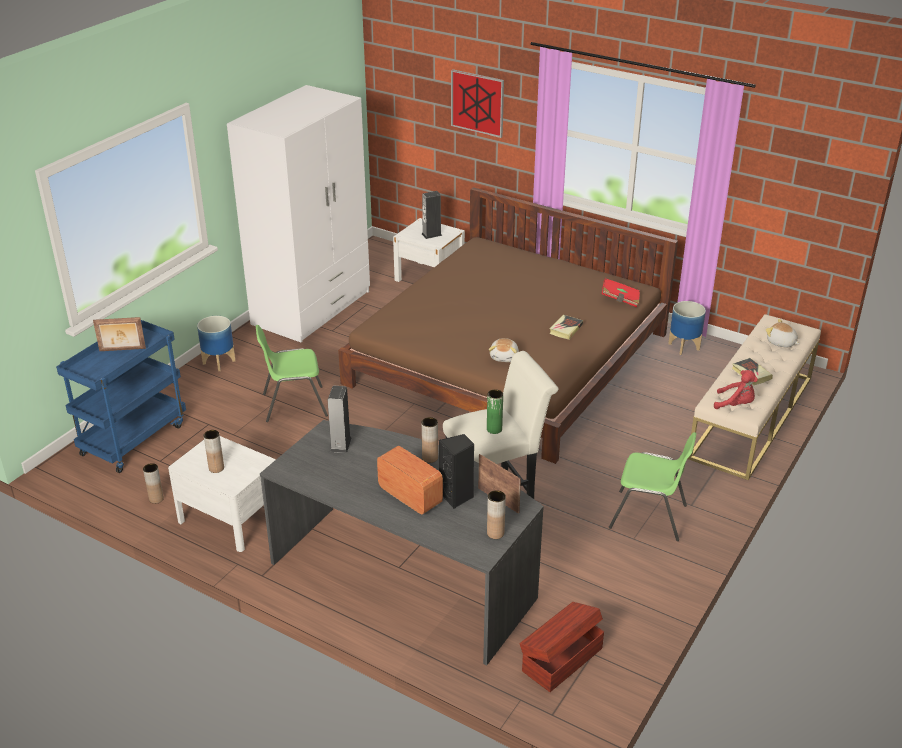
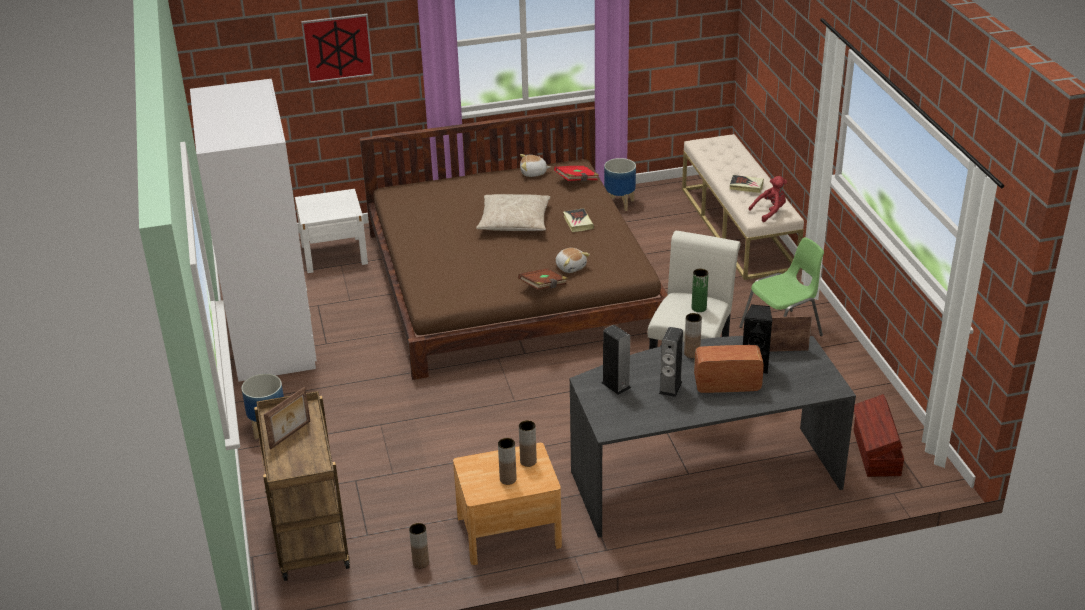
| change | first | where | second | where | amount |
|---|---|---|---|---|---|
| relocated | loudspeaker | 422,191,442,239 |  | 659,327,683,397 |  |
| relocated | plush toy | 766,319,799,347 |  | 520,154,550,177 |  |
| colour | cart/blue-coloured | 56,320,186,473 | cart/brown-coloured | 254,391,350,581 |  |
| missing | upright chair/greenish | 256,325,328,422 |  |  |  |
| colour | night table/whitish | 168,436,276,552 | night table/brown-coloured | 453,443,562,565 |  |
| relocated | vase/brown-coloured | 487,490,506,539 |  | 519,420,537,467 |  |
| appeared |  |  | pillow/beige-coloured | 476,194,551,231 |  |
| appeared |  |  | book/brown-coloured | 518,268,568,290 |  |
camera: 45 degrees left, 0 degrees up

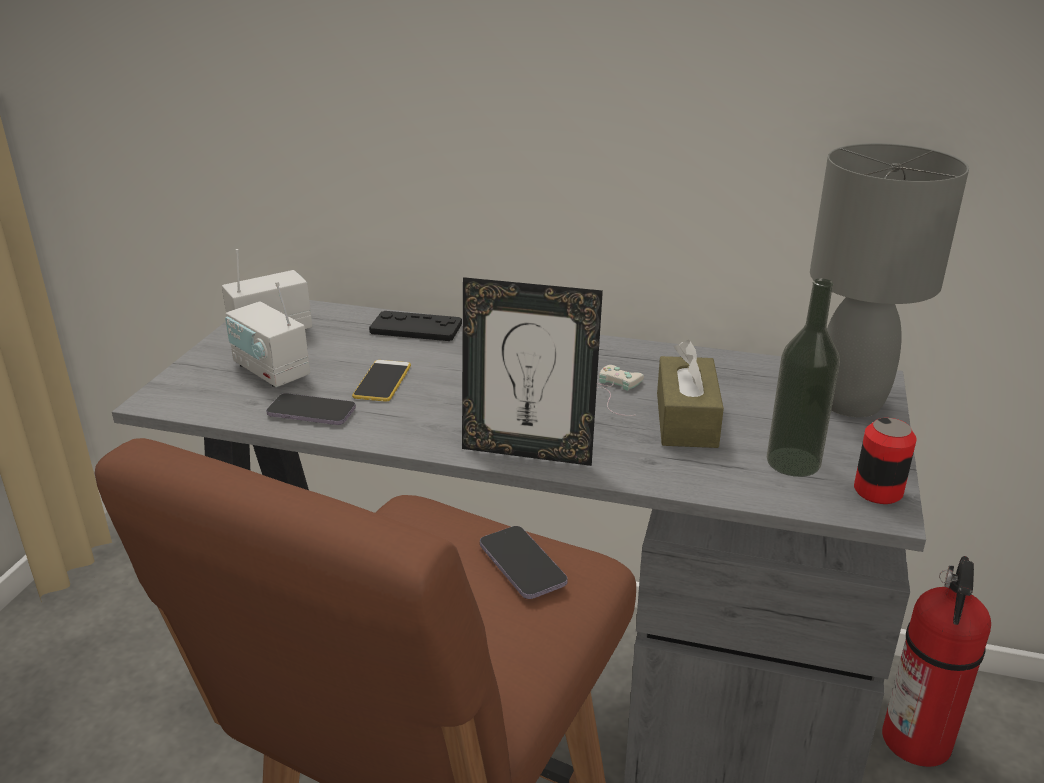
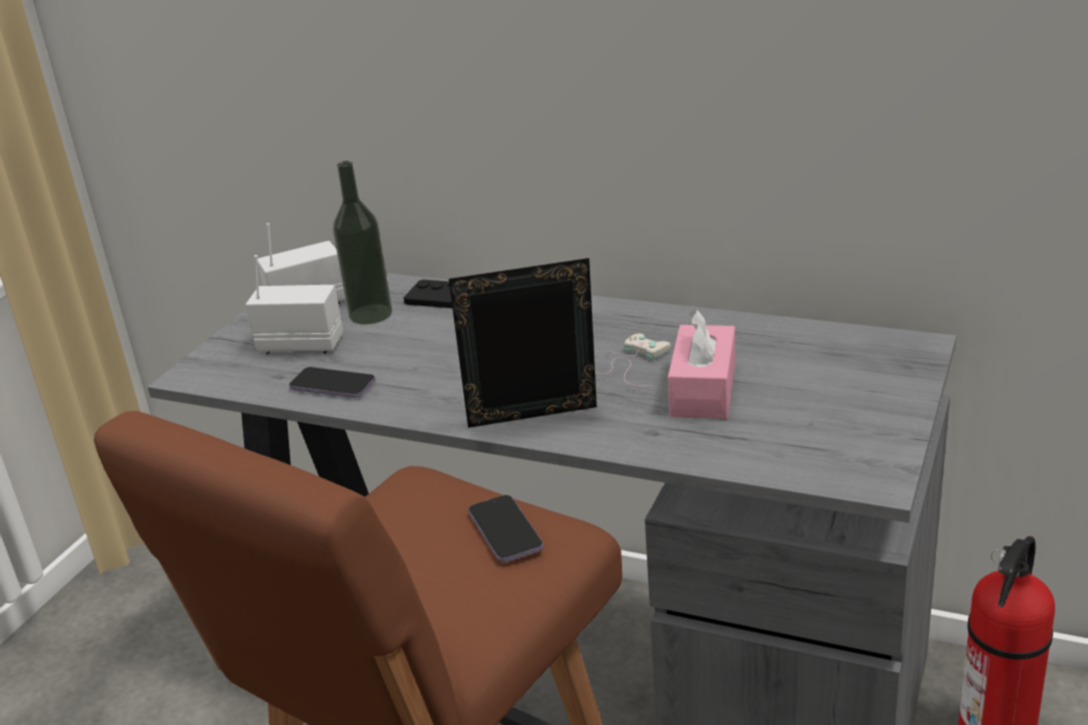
| change | first | where | second | where | amount |
|---|---|---|---|---|---|
| missing | lamp for a table/gray | 810,143,969,417 |  |  |  |
| spun | photo frame | 462,277,603,466 |  | 449,258,597,428 | 150 degrees clockwise |
| relocated | bottle | 767,278,840,477 |  | 333,161,392,324 |  |
| spun | radio | 225,282,310,387 |  | 246,255,343,354 | 135 degrees clockwise |
| colour | box of tissues/brown-coloured | 657,340,724,448 | box of tissues/pink | 668,309,735,419 |  |
| missing | telephone | 352,360,411,402 |  |  |  |
| missing | metal can | 854,418,917,504 |  |  |  |
camera: 10 degrees right, 0 degrees up

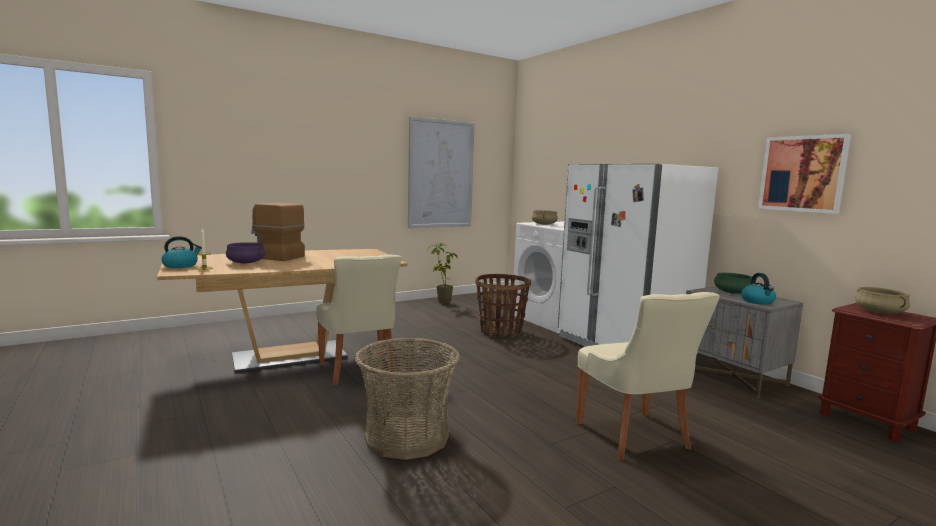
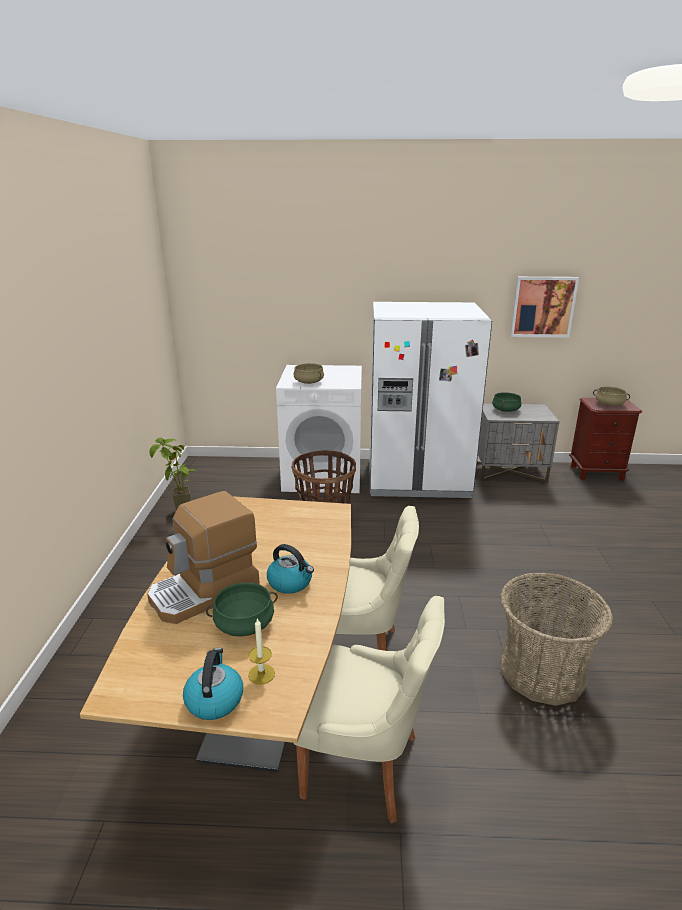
| change | first | where | second | where | amount |
|---|---|---|---|---|---|
| missing | wall picture | 408,116,475,228 |  |  |  |
| colour | saucepot/purple | 226,242,265,263 | saucepot/greenish | 206,582,278,637 |  |
| relocated | tea kettle | 741,273,776,305 |  | 267,544,314,594 |  |
| relocated | upright chair/beige-coloured | 576,292,720,460 |  | 294,596,445,824 |  |
camera: 55 degrees left, 15 degrees up

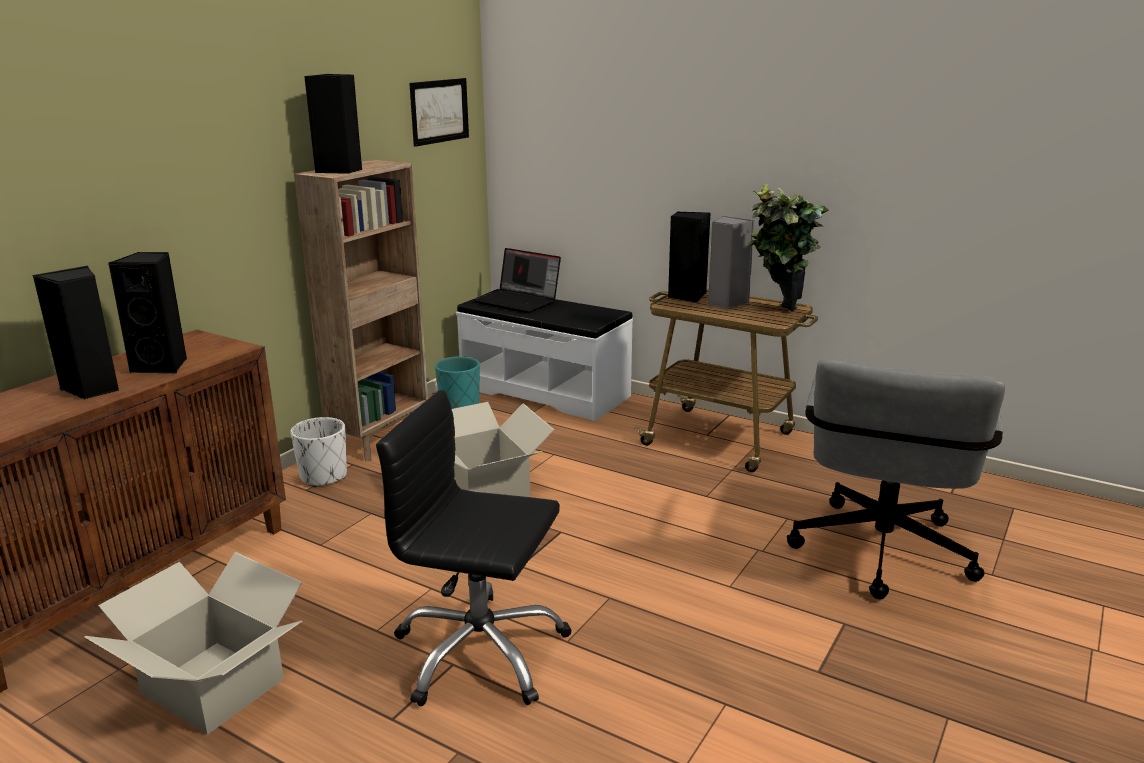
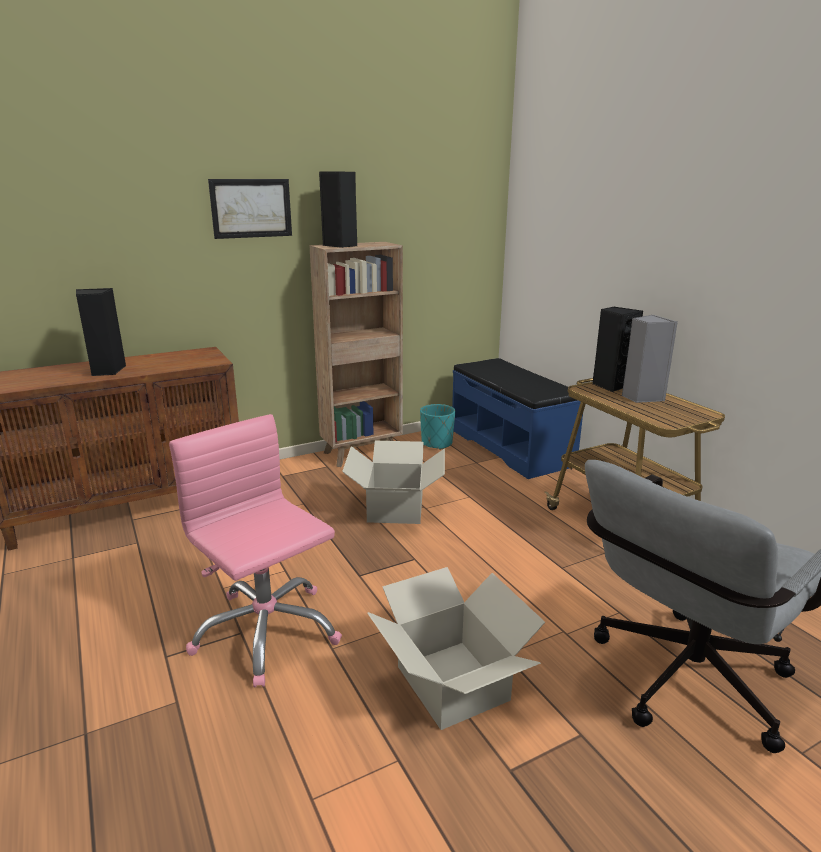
| change | first | where | second | where | amount |
|---|---|---|---|---|---|
| relocated | wall picture | 409,78,469,147 |  | 208,179,292,239 |  |
| missing | potted plant | 747,184,829,311 |  |  |  |
| missing | notebook computer | 474,248,561,313 |  |  |  |
| missing | loudspeaker/black-coloured | 108,252,187,374 |  |  |  |
| colour | long seat/whitish | 456,289,633,421 | long seat/blue-coloured | 452,358,583,479 |  |
| colour | desk chair/black-coloured | 376,390,572,706 | desk chair/pink | 169,414,342,687 |  |
| missing | plant pot/whitish | 290,417,347,487 |  |  |  |
| relocated | packing box | 85,552,302,735 |  | 367,567,545,730 |  |
camera: 30 degrees right, 0 degrees up

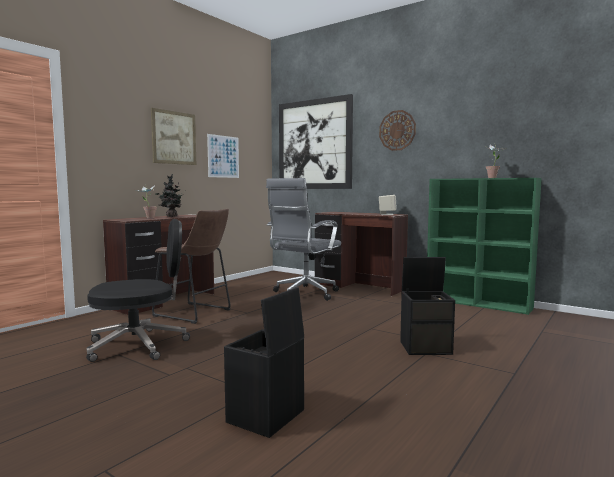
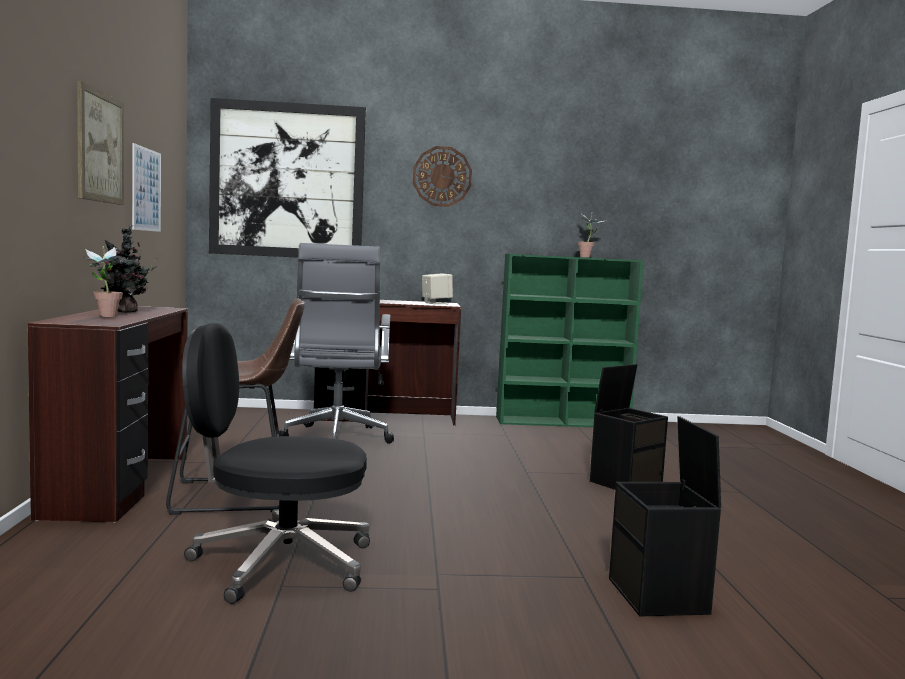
| change | first | where | second | where | amount |
|---|---|---|---|---|---|
| spun | desk chair/black-coloured | 86,219,190,362 |  | 182,323,370,604 | 120 degrees counterclockwise |
camera: 40 degrees left, 0 degrees up

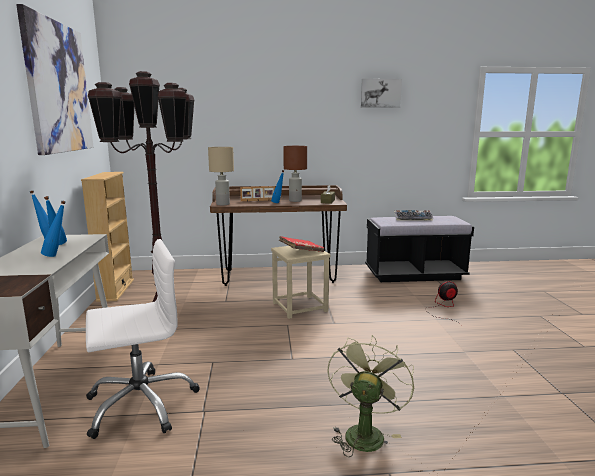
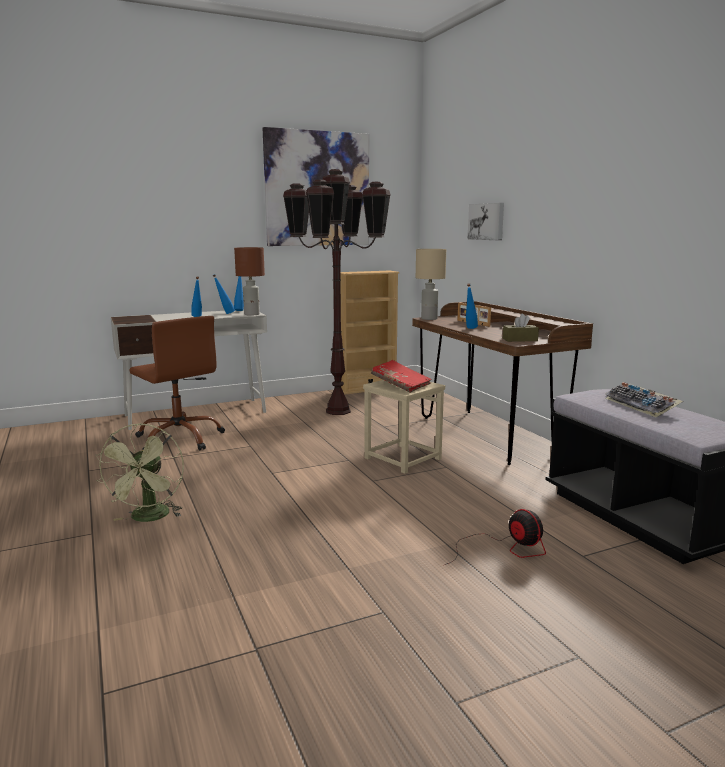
| change | first | where | second | where | amount |
|---|---|---|---|---|---|
| relocated | wall picture | 361,79,402,108 |  | 468,203,504,240 |  |
| relocated | lamp for a table/brown-coloured | 283,146,307,202 |  | 234,247,265,316 |  |
| colour | desk chair/whitish | 86,239,200,439 | desk chair/brown-coloured | 129,316,225,450 |  |
| spun | electric fan/greenish | 328,335,414,457 |  | 96,423,184,522 | 90 degrees clockwise |
camera: 70 degrees right, 0 degrees up

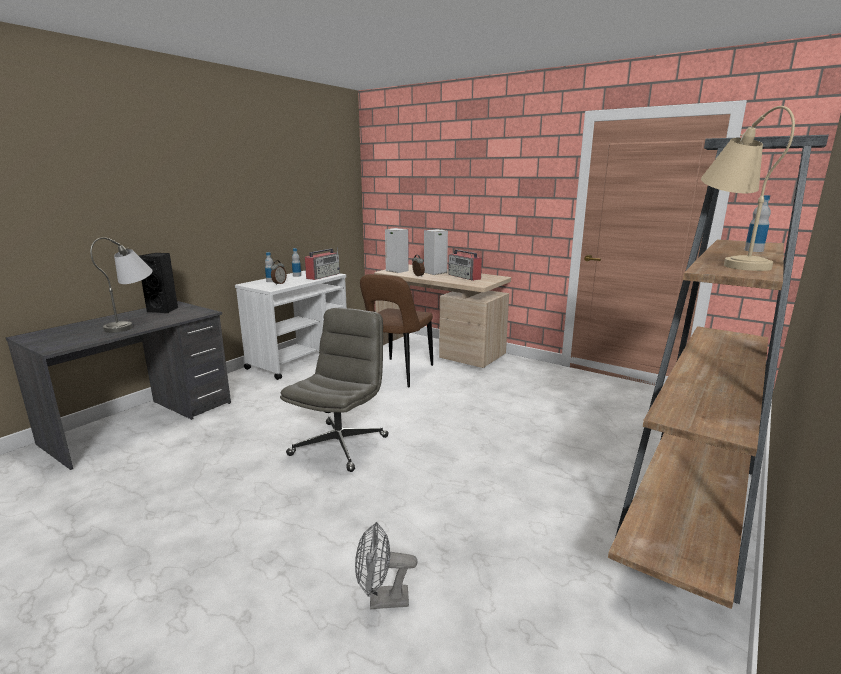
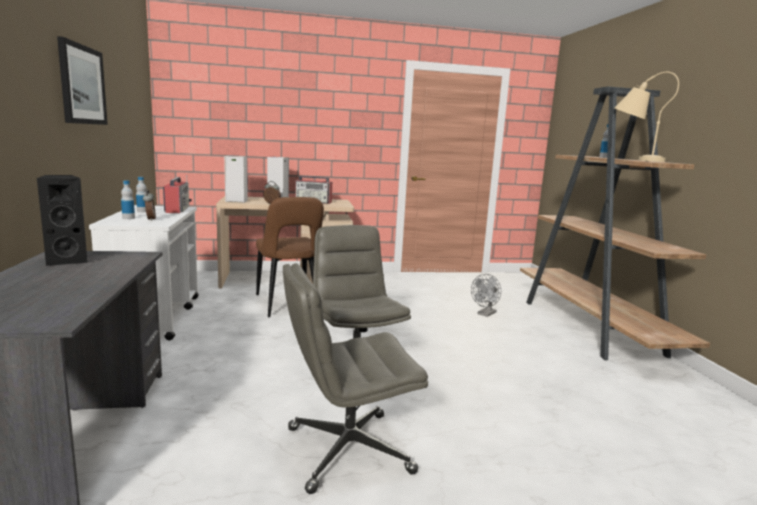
| change | first | where | second | where | amount |
|---|---|---|---|---|---|
| missing | lamp for a table/gray | 90,237,153,333 |  |  |  |
| relocated | electric fan/gray | 355,522,417,609 |  | 471,274,501,317 |  |
| appeared |  |  | wall picture | 57,36,108,125 |  |
| appeared |  |  | desk chair/gray | 283,263,428,494 |  |
camera: 45 degrees left, 5 degrees down

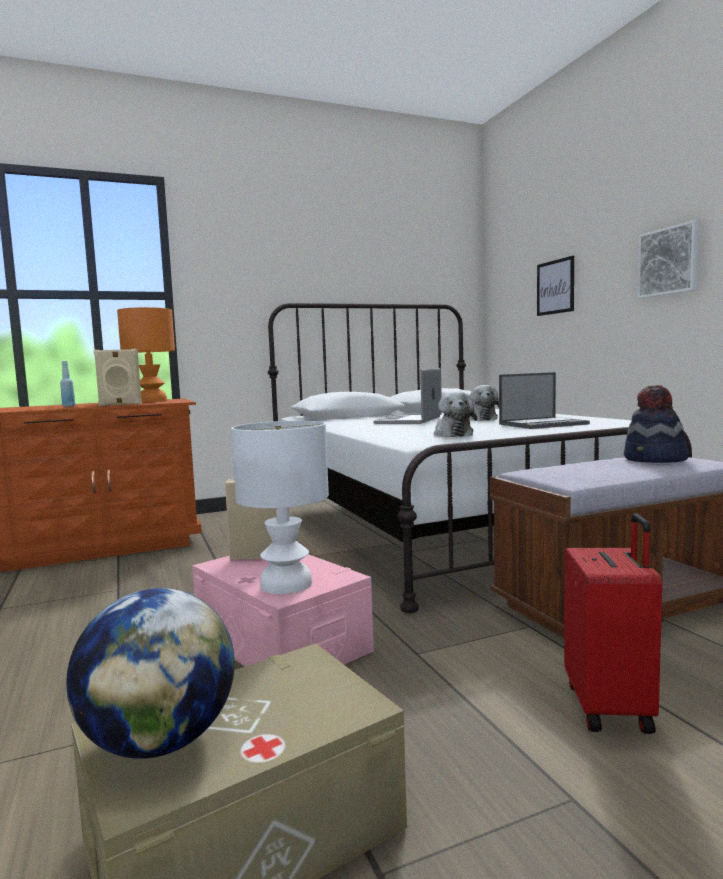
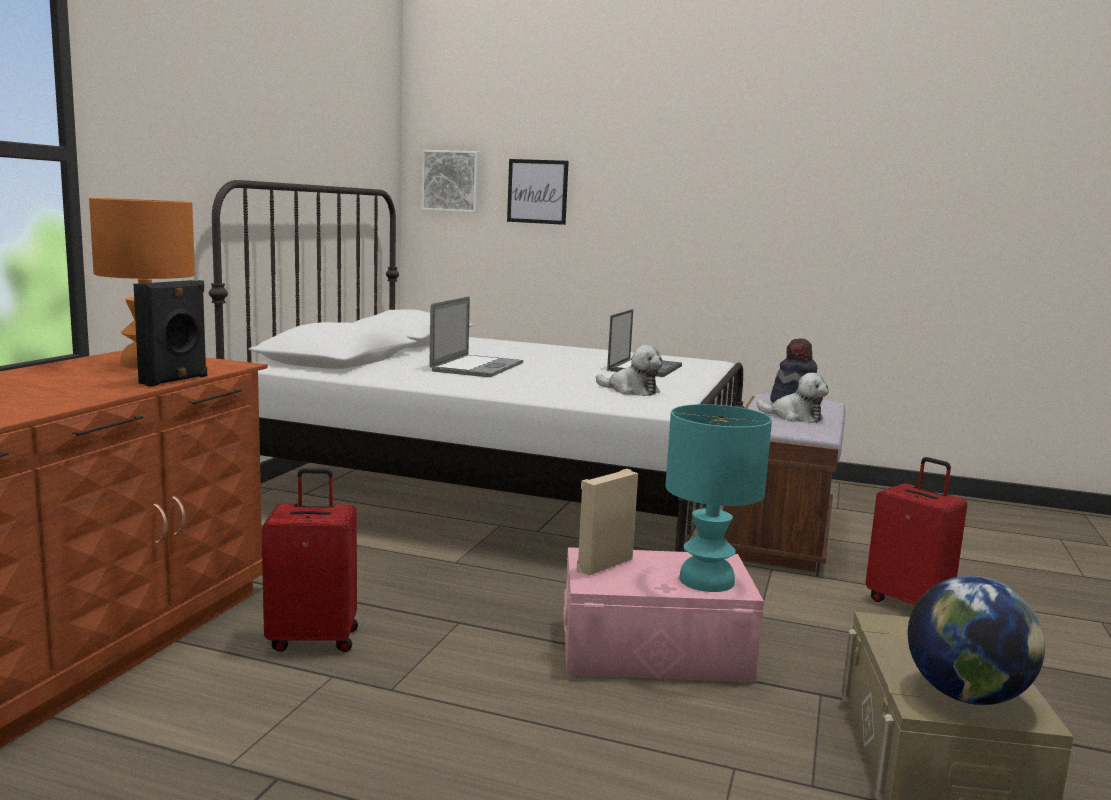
| change | first | where | second | where | amount |
|---|---|---|---|---|---|
| relocated | wall picture | 637,220,700,299 |  | 421,150,480,213 |  |
| colour | loudspeaker/beige-coloured | 94,349,142,406 | loudspeaker/black-coloured | 134,280,207,386 |  |
| missing | bottle/blue-coloured | 60,361,75,407 |  |  |  |
| spun | notebook computer | 374,368,442,424 |  | 429,296,523,377 | 135 degrees counterclockwise |
| relocated | plush toy | 469,385,499,421 |  | 757,373,829,423 |  |
| colour | lamp for a table/whitish | 231,421,329,594 | lamp for a table/blue-green | 665,404,772,592 |  |
| appeared |  |  | suitcase/red | 261,468,358,652 |  |
camera: 50 degrees left, 5 degrees up

